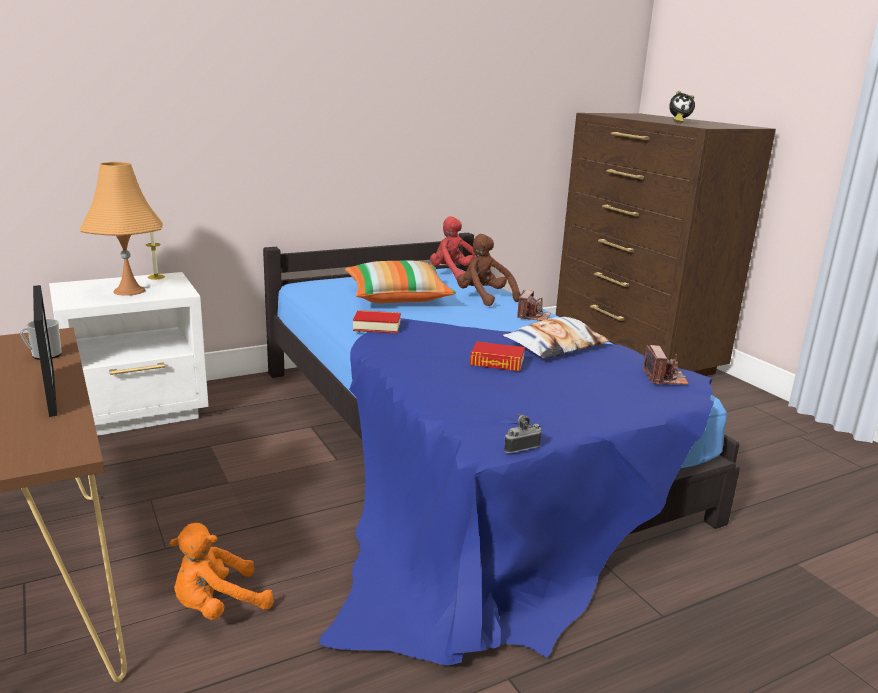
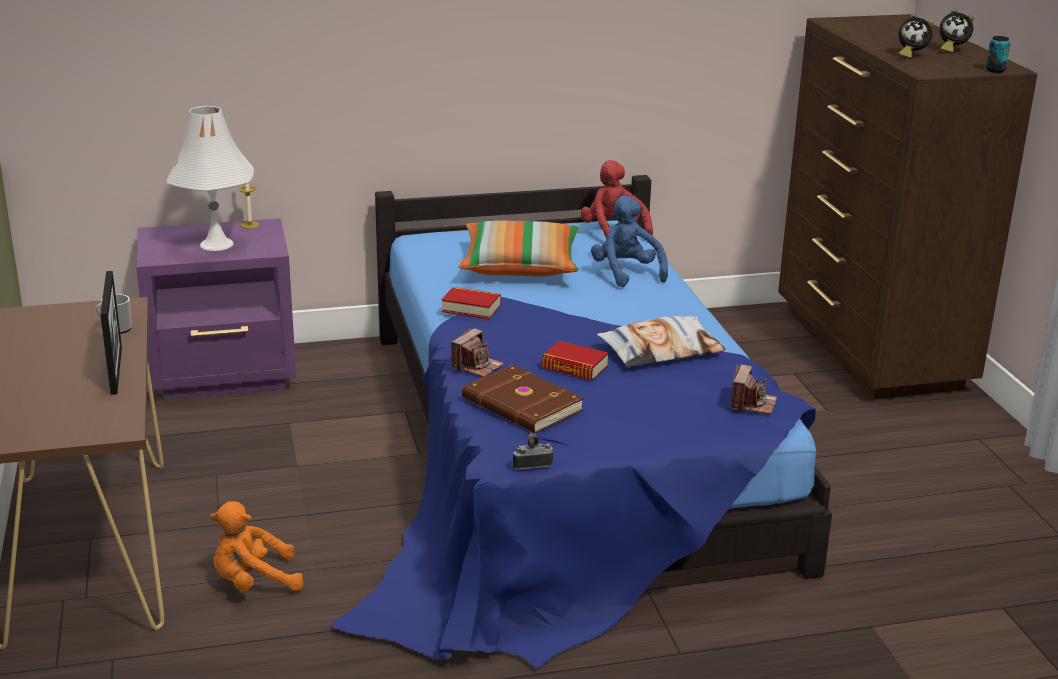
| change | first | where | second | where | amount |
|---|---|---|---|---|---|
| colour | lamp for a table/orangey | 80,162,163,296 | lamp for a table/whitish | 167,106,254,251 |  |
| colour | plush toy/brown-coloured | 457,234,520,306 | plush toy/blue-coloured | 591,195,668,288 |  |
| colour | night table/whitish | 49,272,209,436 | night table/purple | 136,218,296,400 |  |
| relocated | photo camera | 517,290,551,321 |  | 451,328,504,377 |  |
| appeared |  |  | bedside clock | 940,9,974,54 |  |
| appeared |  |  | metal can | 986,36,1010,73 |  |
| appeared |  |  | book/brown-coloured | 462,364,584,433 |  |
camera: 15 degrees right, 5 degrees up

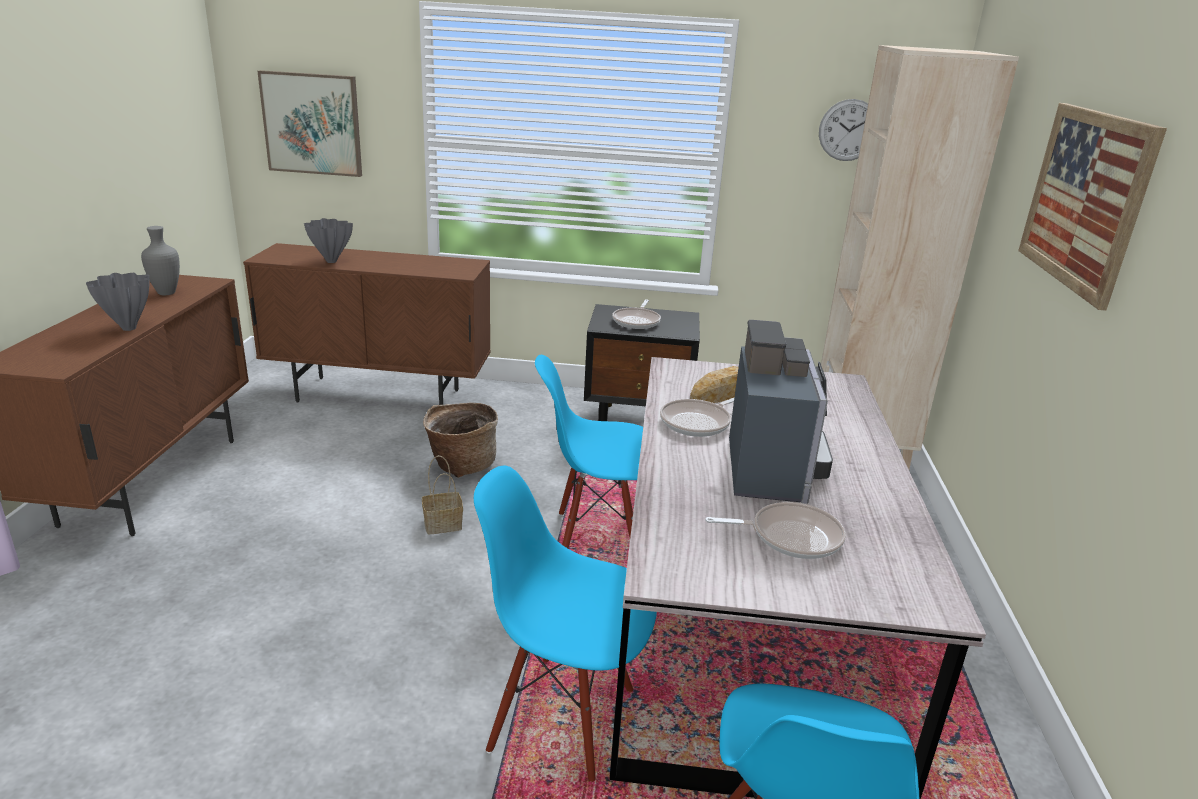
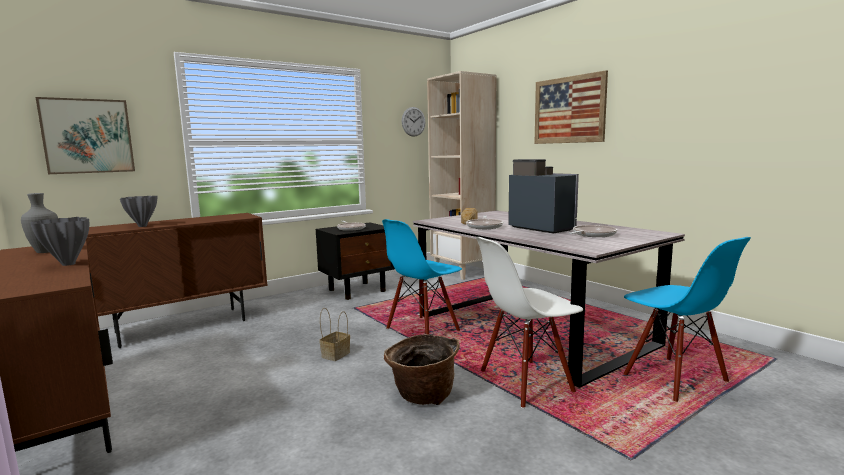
| change | first | where | second | where | amount |
|---|---|---|---|---|---|
| relocated | basket | 423,402,498,478 |  | 384,334,460,405 |  |
| colour | upright chair/blue-coloured | 474,466,657,782 | upright chair/whitish | 476,237,583,409 |  |
camera: 40 degrees left, 15 degrees down

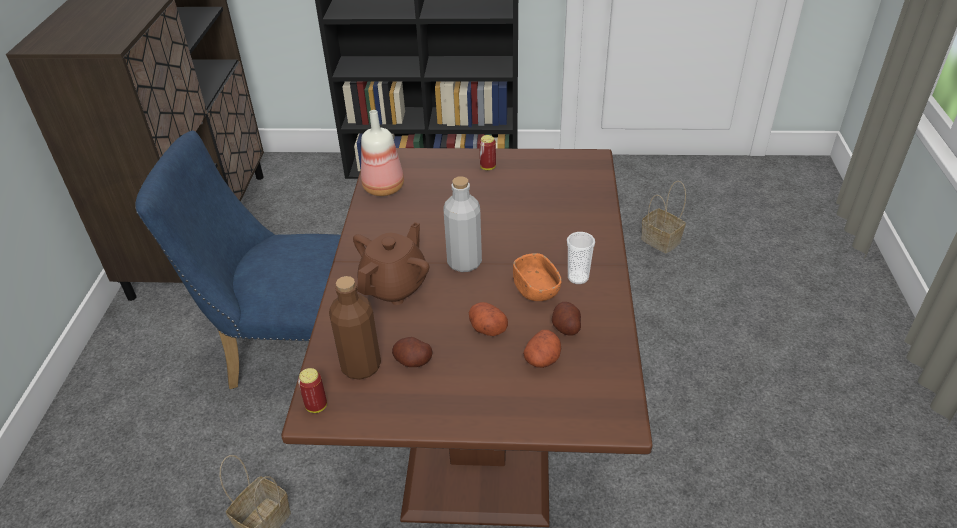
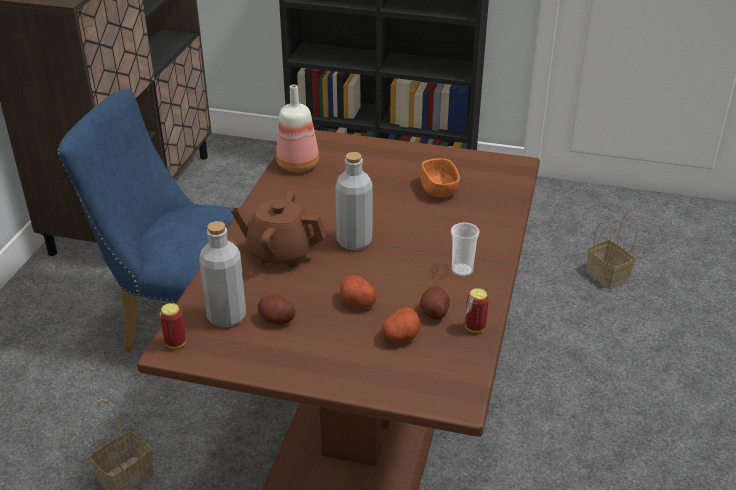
| change | first | where | second | where | amount |
|---|---|---|---|---|---|
| relocated | metal can | 479,135,496,170 |  | 465,288,489,333 |  |
| spun | pot for tea/brown-coloured | 353,222,429,305 |  | 231,191,326,268 | 120 degrees counterclockwise |
| relocated | deep dish/orangey | 513,253,562,301 |  | 421,158,460,197 |  |
| colour | bottle/brown-coloured | 329,276,381,380 | bottle/gray | 199,221,246,327 |  |
camera: 10 degrees right, 5 degrees down

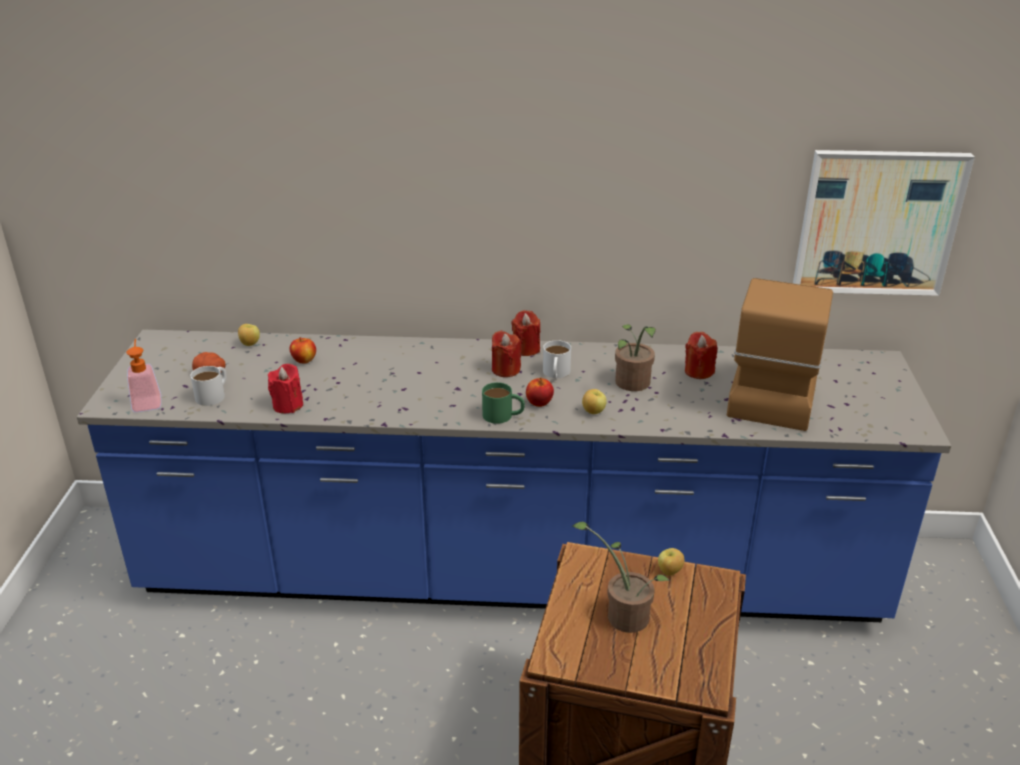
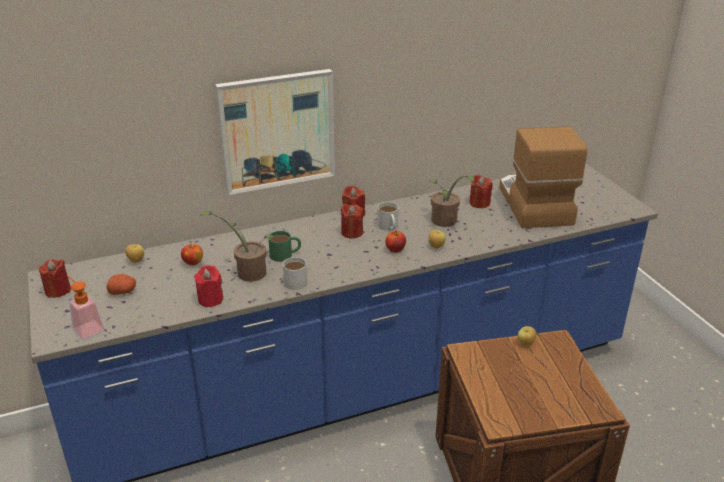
| change | first | where | second | where | amount |
|---|---|---|---|---|---|
| relocated | wall picture | 793,150,975,296 |  | 215,69,335,195 |  |
| relocated | coffee mug/whitish | 190,366,227,406 |  | 283,257,307,290 |  |
| relocated | coffee mug/greenish | 482,382,525,424 |  | 268,231,301,262 |  |
| relocated | potted plant | 572,521,670,633 |  | 201,211,275,282 |  |
| appeared |  |  | wax light/red | 39,259,71,298 |  |
camera: 25 degrees left, 0 degrees up

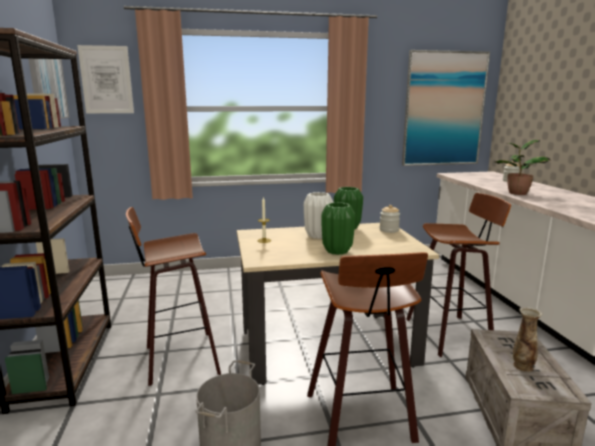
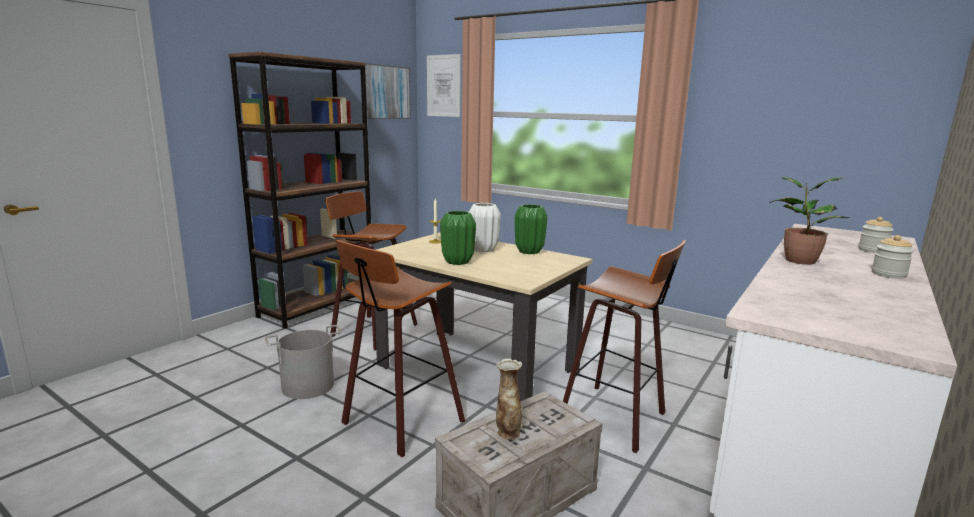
| change | first | where | second | where | amount |
|---|---|---|---|---|---|
| missing | wall picture | 402,50,490,166 |  |  |  |
| relocated | preserve jar | 379,205,400,233 |  | 872,235,914,279 |  |
camera: 45 degrees right, 0 degrees up

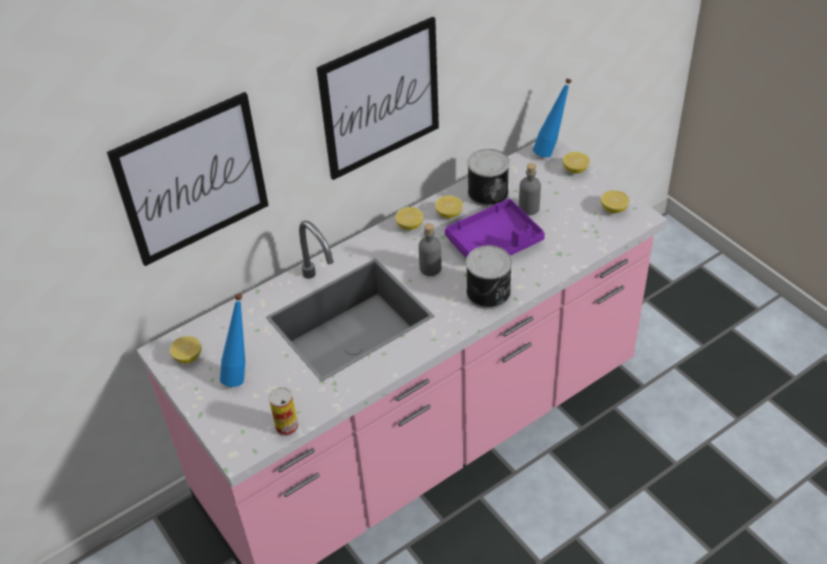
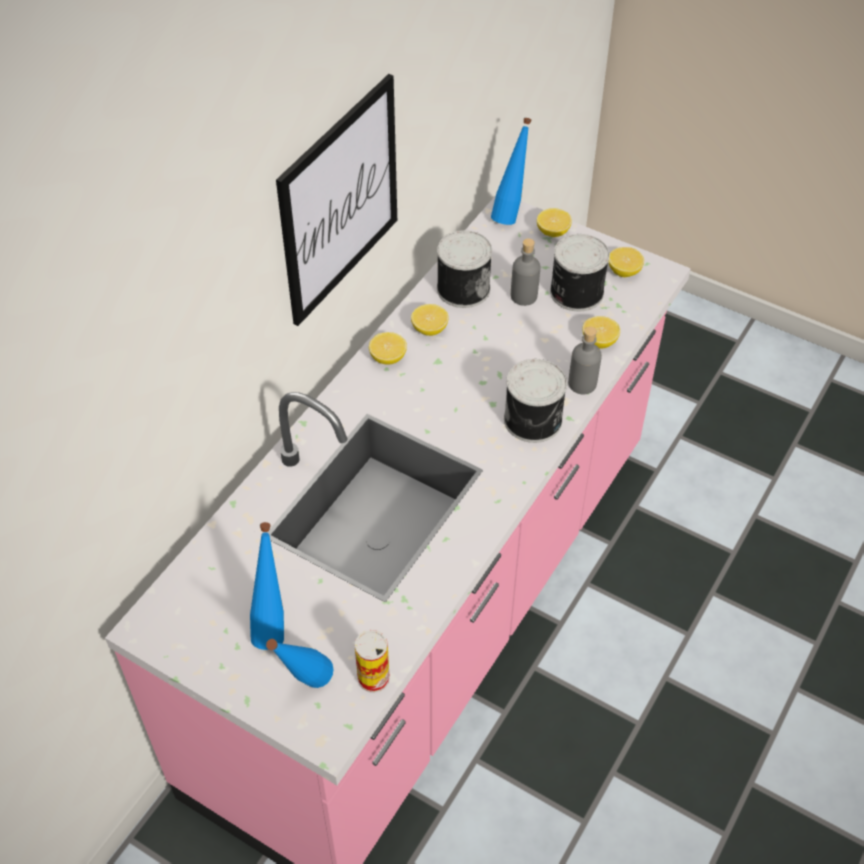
| change | first | where | second | where | amount |
|---|---|---|---|---|---|
| missing | wall picture | 107,92,269,266 |  |  |  |
| missing | carrying tray/purple | 445,199,545,258 |  |  |  |
| relocated | bottle/gray | 419,223,441,276 |  | 568,327,602,394 |  |
| relocated | lemon | 170,336,202,364 |  | 582,316,620,349 |  |
| appeared |  |  | metal can | 550,234,610,311 |  |
| appeared |  |  | bottle/blue-coloured | 266,639,333,688 |  |
camera: 25 degrees left, 5 degrees up

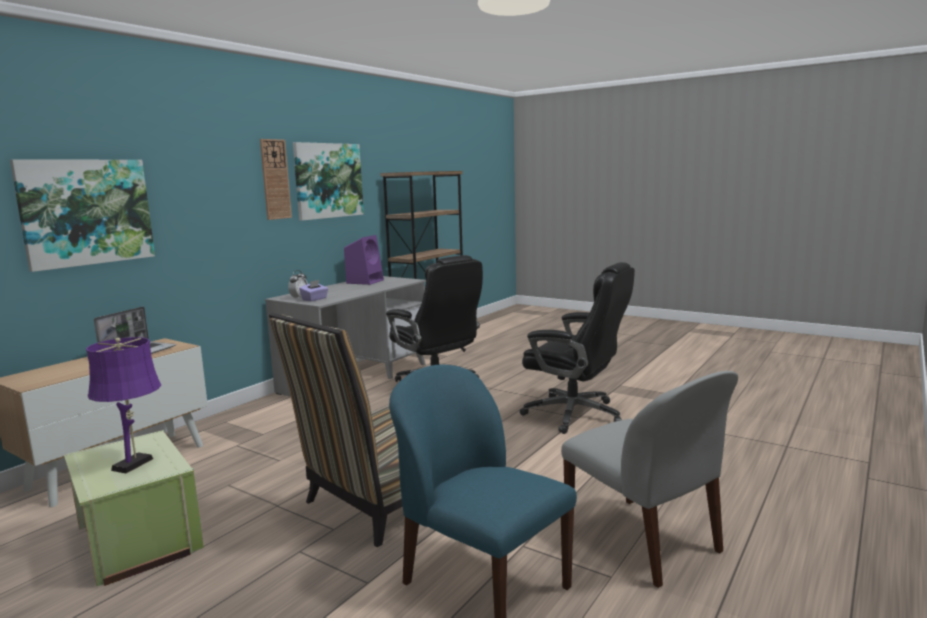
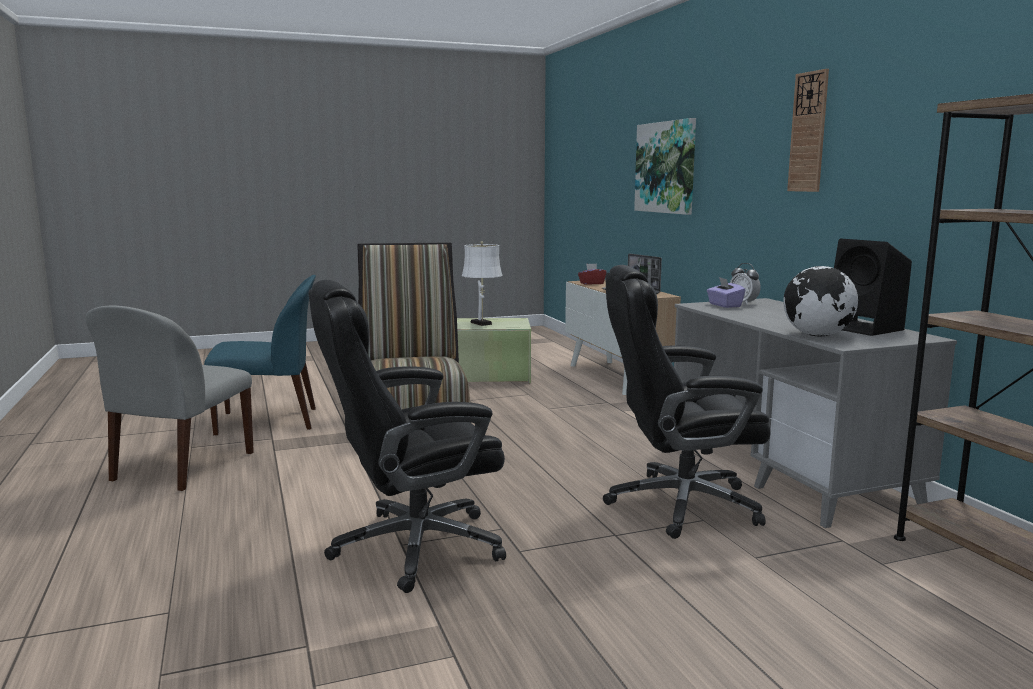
| change | first | where | second | where | amount |
|---|---|---|---|---|---|
| missing | wall picture | 293,142,364,221 |  |  |  |
| colour | loudspeaker/purple | 344,235,384,285 | loudspeaker/black-coloured | 834,239,912,336 |  |
| colour | lamp for a table/purple | 86,337,161,473 | lamp for a table/whitish | 462,241,502,326 |  |
| spun | upright chair/gray | 561,371,738,588 |  | 86,306,254,491 | 75 degrees counterclockwise |
| appeared |  |  | box of tissues/red | 578,263,607,285 |  |
| appeared |  |  | globe | 783,266,858,336 |  |
camera: 125 degrees right, 0 degrees up

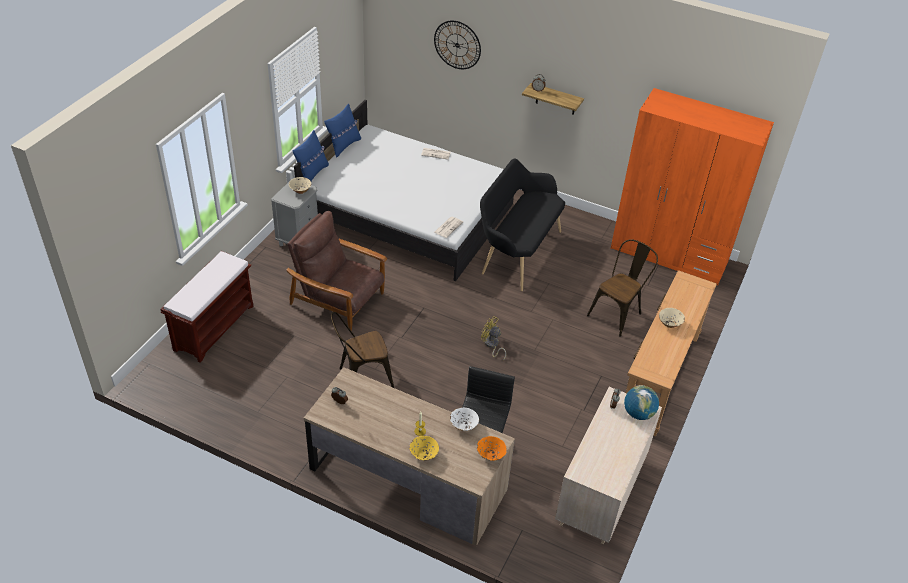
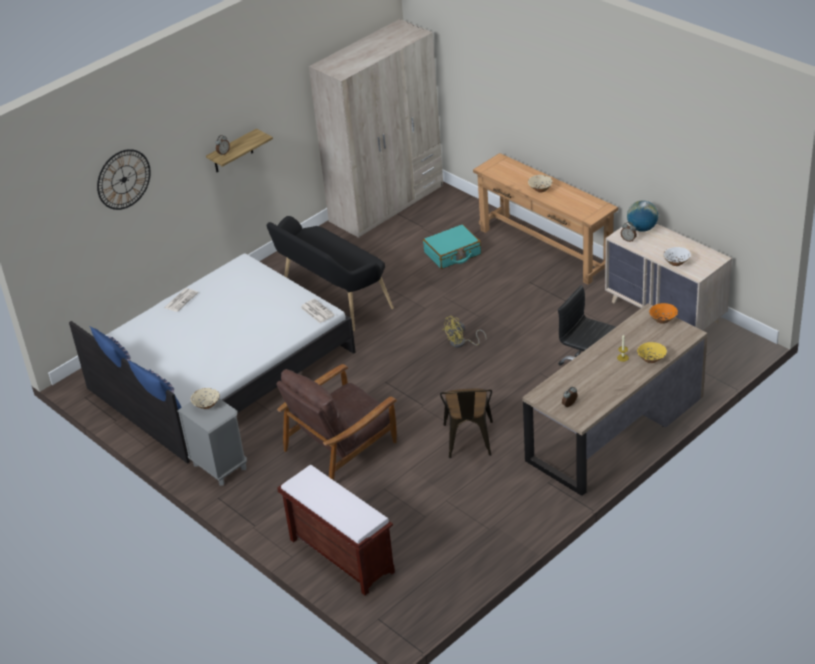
| change | first | where | second | where | amount |
|---|---|---|---|---|---|
| colour | clothes cupboard/orangey | 610,88,774,285 | clothes cupboard/beige-coloured | 309,19,443,238 |  |
| exchanged | upright chair/brown-coloured | 587,239,658,337 | suitcase/blue-green | 423,224,481,269 |  |
| relocated | deep dish/whitish | 450,408,479,431 |  | 663,247,691,266 |  |
camera: 65 degrees left, 5 degrees down

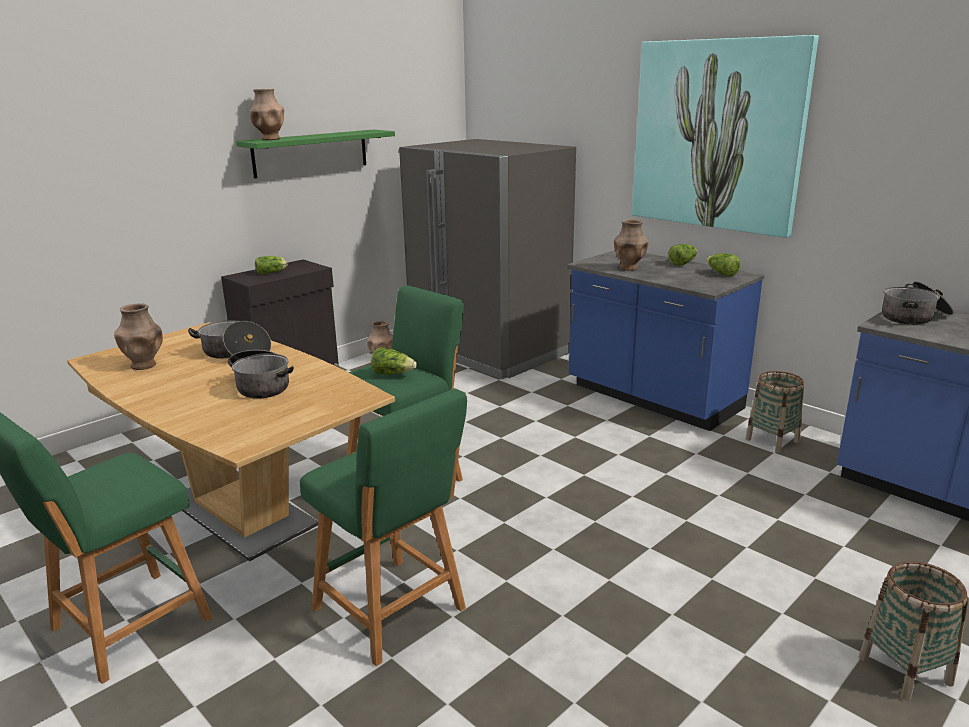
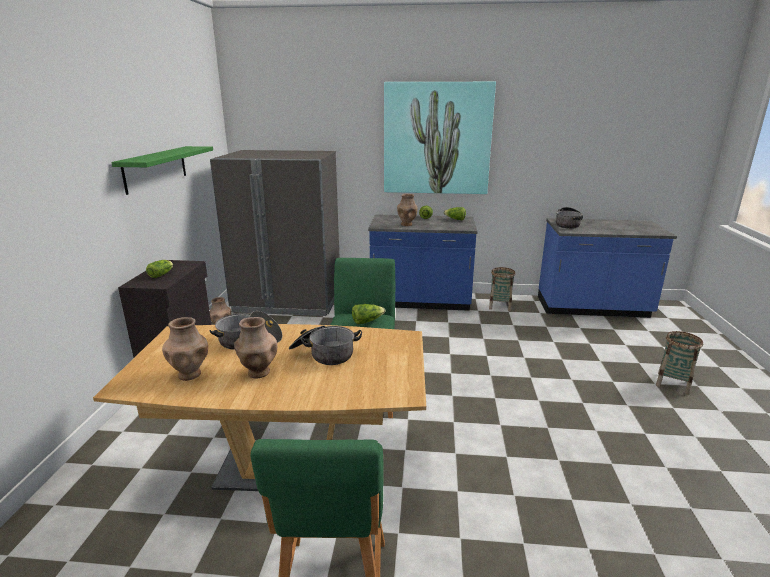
| change | first | where | second | where | amount |
|---|---|---|---|---|---|
| relocated | vase/brown-coloured | 250,89,284,140 |  | 234,317,277,378 |  |
| missing | stool/greenish | 300,389,467,666 |  |  |  |
camera: 40 degrees left, 0 degrees up

